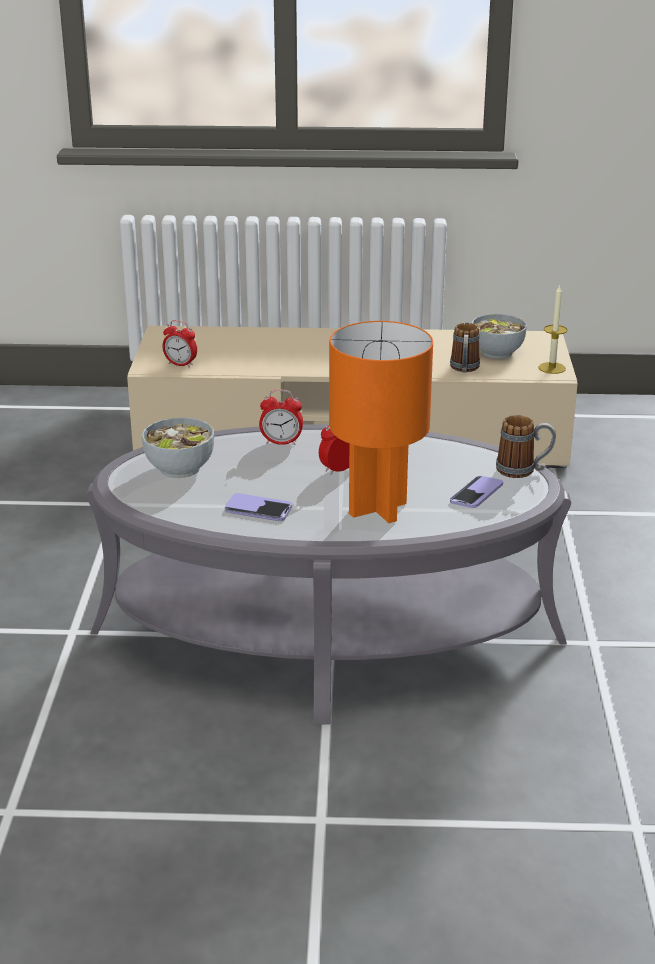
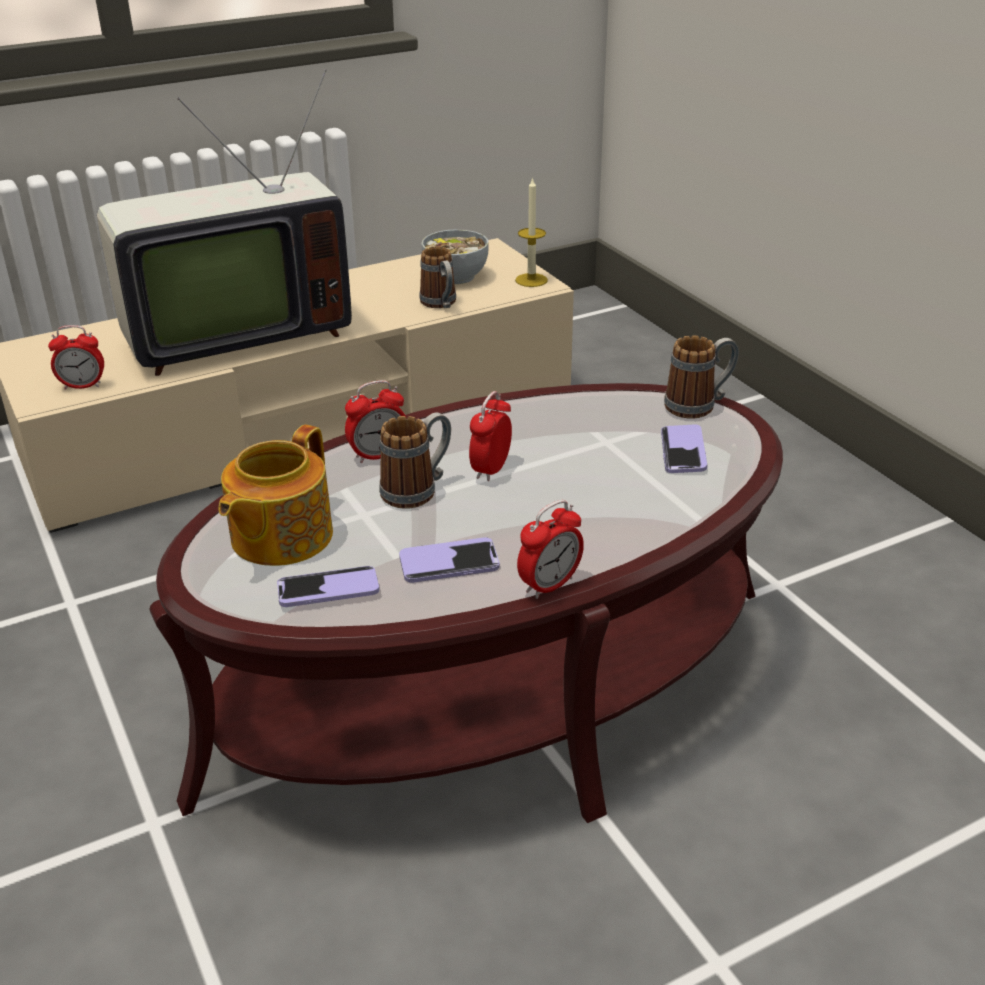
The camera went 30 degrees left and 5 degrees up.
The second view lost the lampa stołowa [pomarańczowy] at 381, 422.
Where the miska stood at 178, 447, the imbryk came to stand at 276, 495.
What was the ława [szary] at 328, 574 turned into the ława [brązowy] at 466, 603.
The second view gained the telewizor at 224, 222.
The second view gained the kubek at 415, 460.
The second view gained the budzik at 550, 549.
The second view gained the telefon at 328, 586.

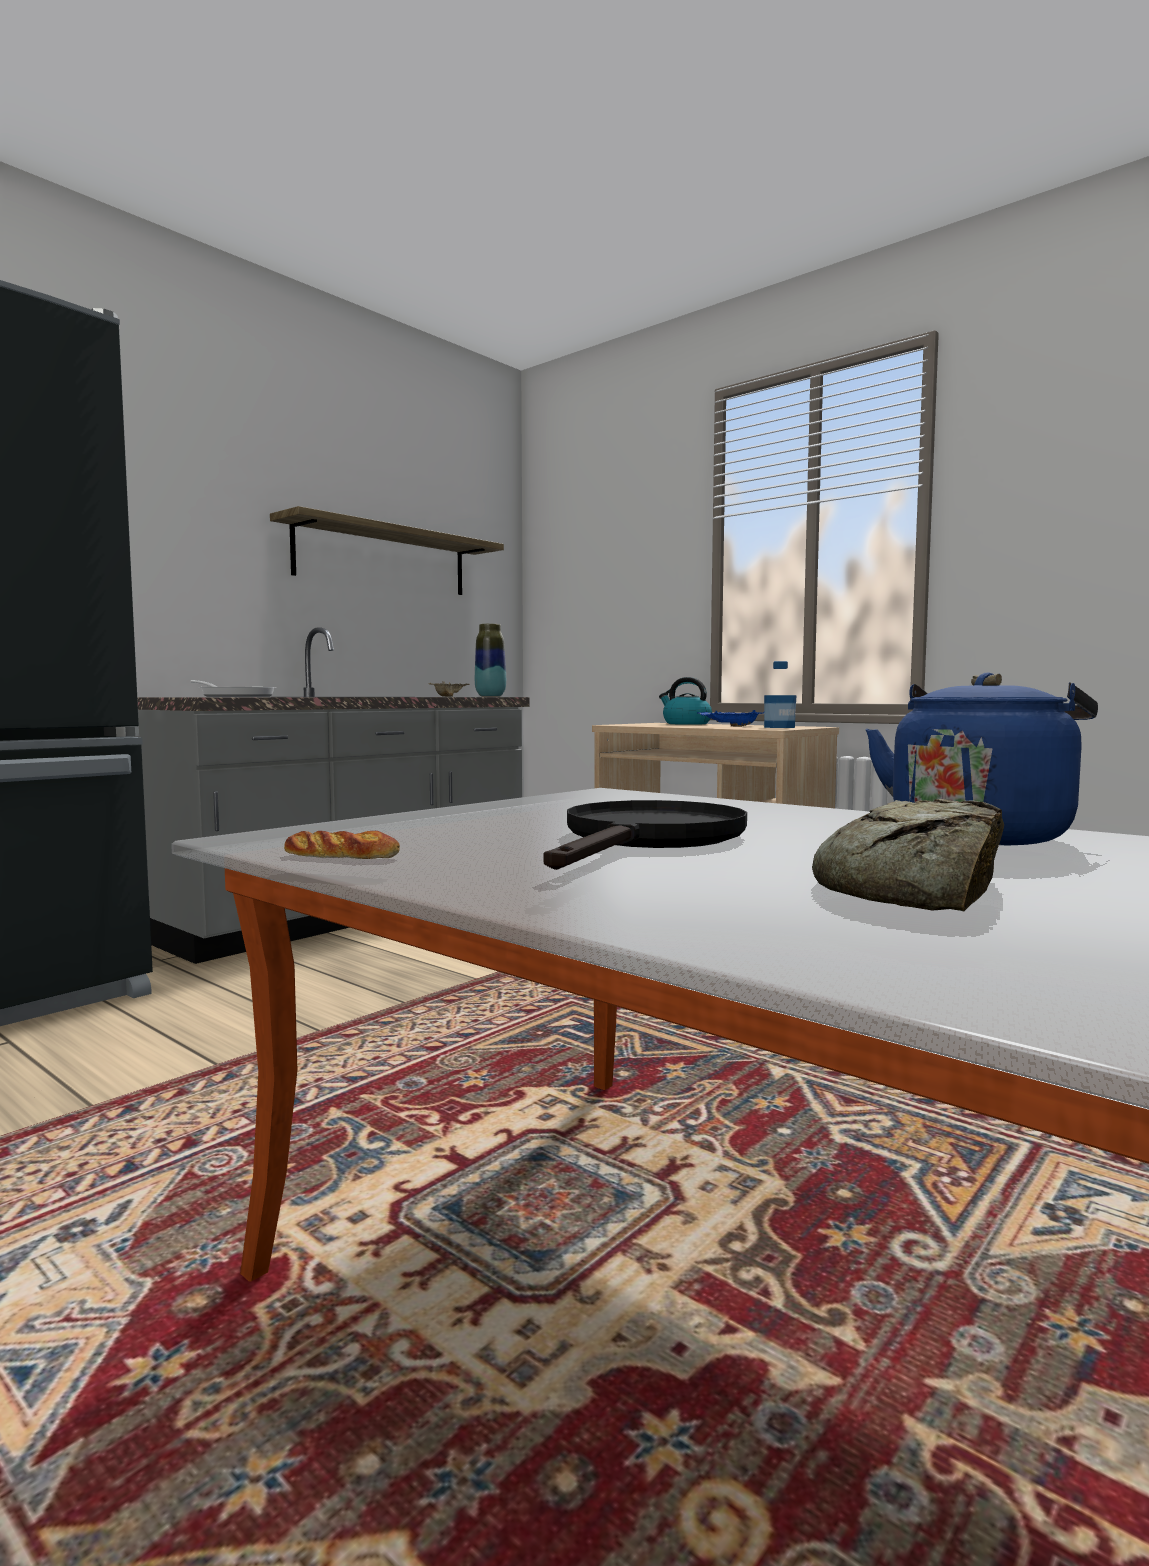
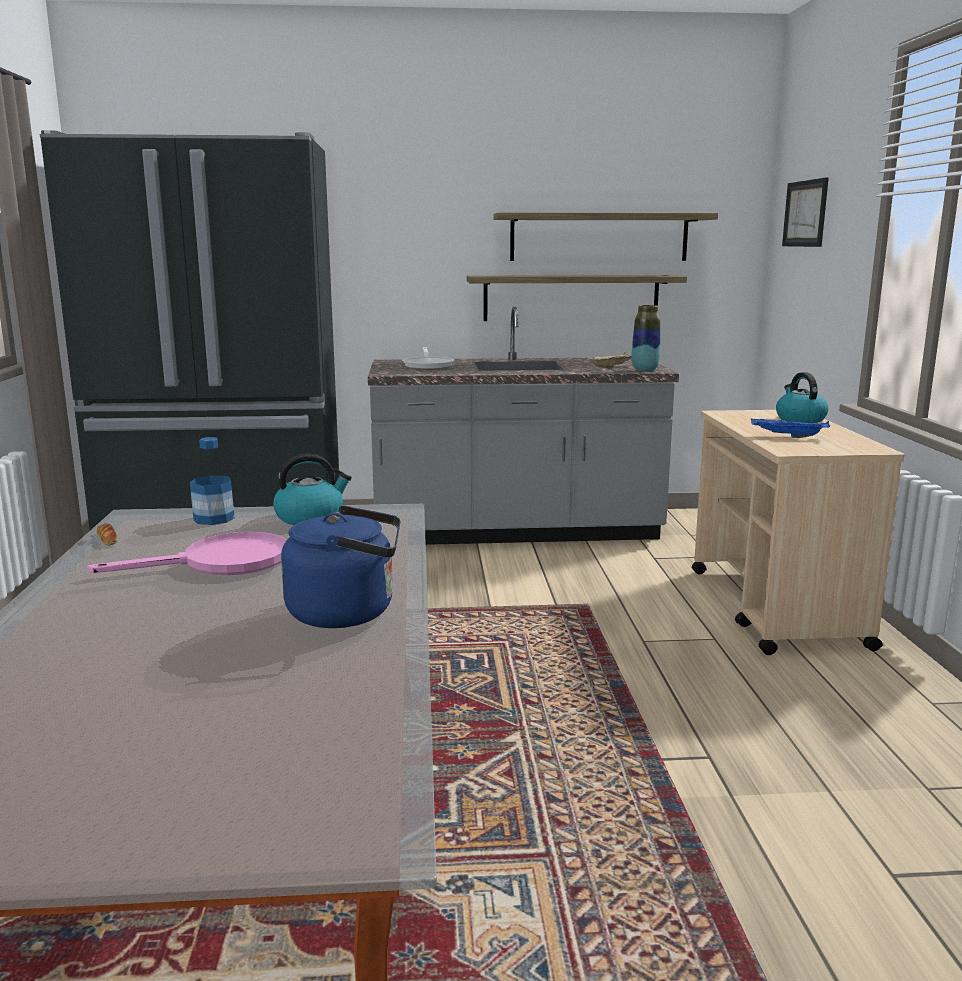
The camera went 45 degrees right and 10 degrees up.
The butelka ended up elsewhere, having gone from 780, 694 to 212, 481.
The second view lost the chleb at 908, 855.
What was the patelnia [czarny] at 645, 835 turned into the patelnia [różowy] at 187, 553.
The second view gained the obraz at 805, 212.
The second view gained the półka at 577, 298.
The second view gained the czajnik at 312, 489.

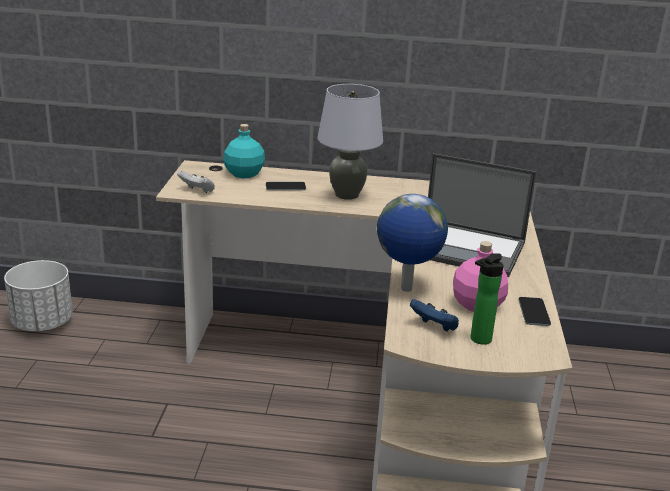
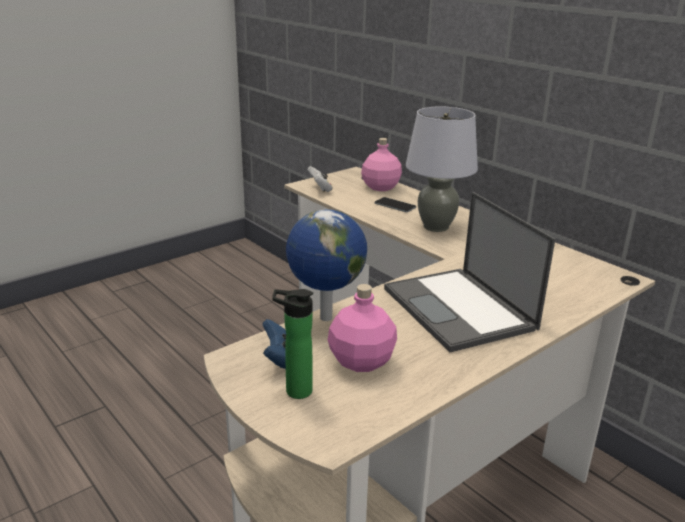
The camera went 45 degrees right and 0 degrees up.
What was the butelka [turkusowy] at 244, 151 turned into the butelka [różowy] at 381, 164.
The second view lost the donica [biały] at 38, 295.
The second view lost the telefon at 534, 311.

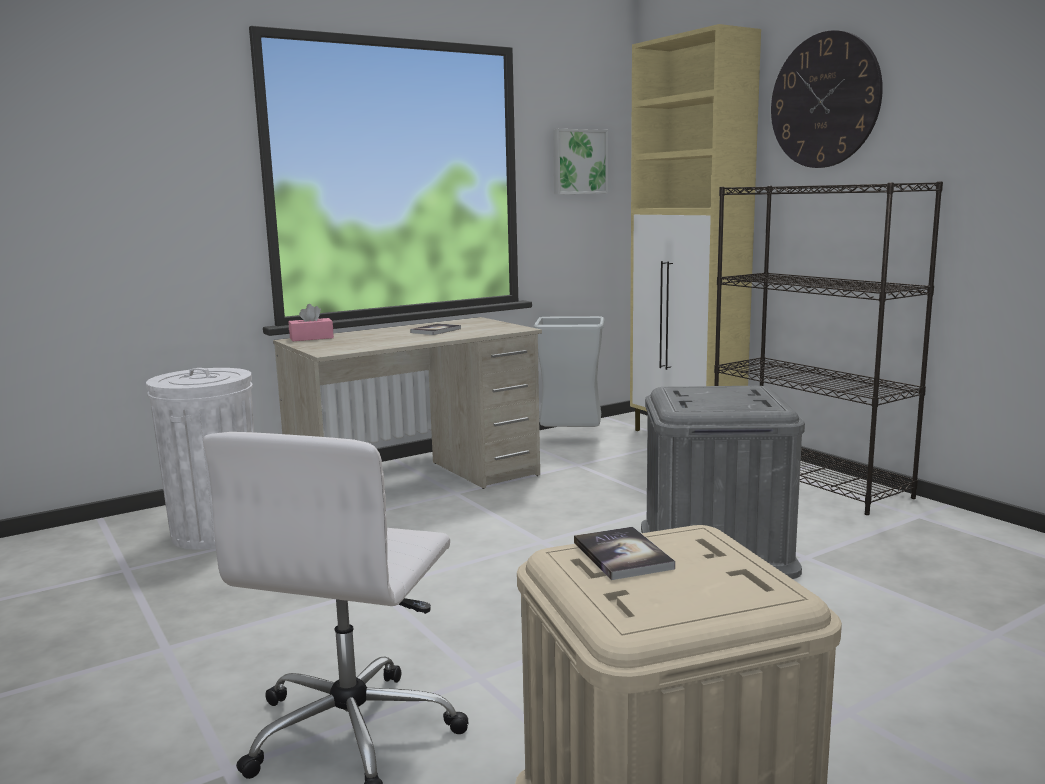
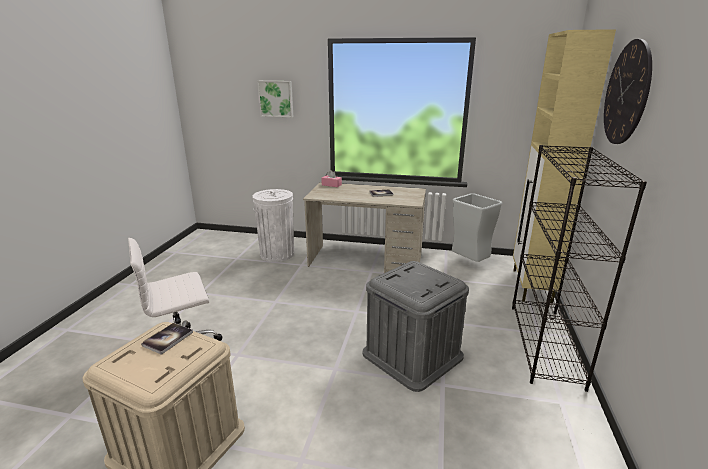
The camera went 45 degrees right and 10 degrees up.
The obraz ended up elsewhere, having gone from 580, 162 to 275, 99.

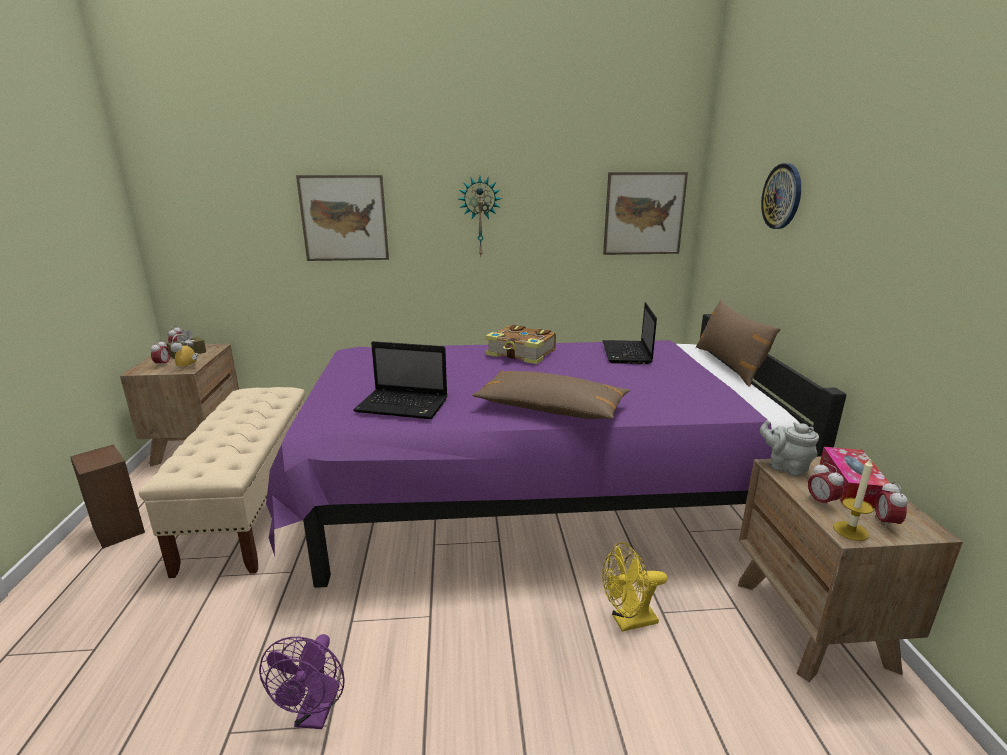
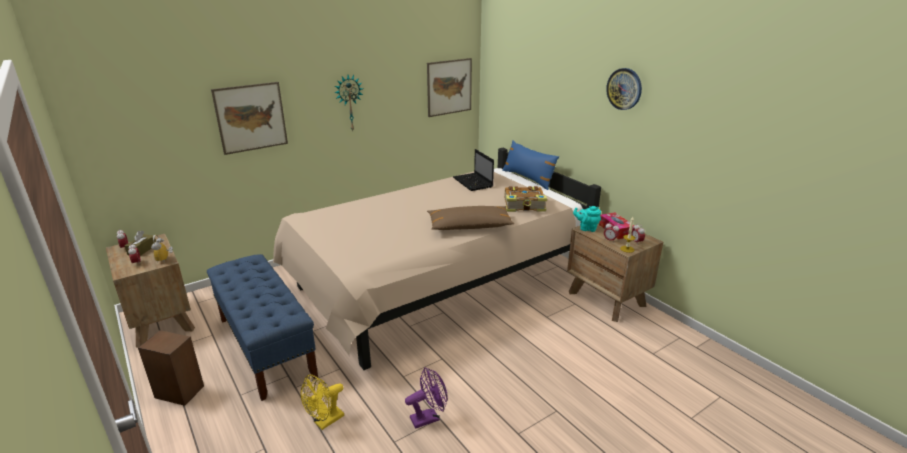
The camera went 30 degrees left and 5 degrees up.
The zegar ścienny ended up elsewhere, having gone from 781, 196 to 624, 89.
What was the poduszka [brązowy] at 738, 343 turned into the poduszka [niebieski] at 530, 165.
What was the łóżko [fioletowy] at 556, 451 turned into the łóżko [beżowy] at 437, 259.
The książka ended up elsewhere, having gone from 520, 344 to 526, 199.
The second view lost the laptop at 400, 380.
What was the ławka [beżowy] at 222, 482 turned into the ławka [niebieski] at 262, 327.
What was the imbryk [szary] at 789, 448 turned into the imbryk [turkusowy] at 587, 219.
The wentylator [żółty] ended up elsewhere, having gone from 634, 587 to 322, 402.
The wentylator [fioletowy] at 302, 681 ended up facing another way, 90 degrees counterclockwise from before.

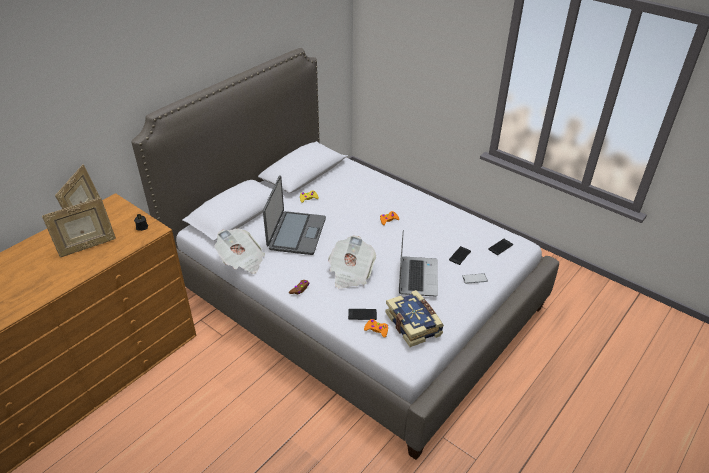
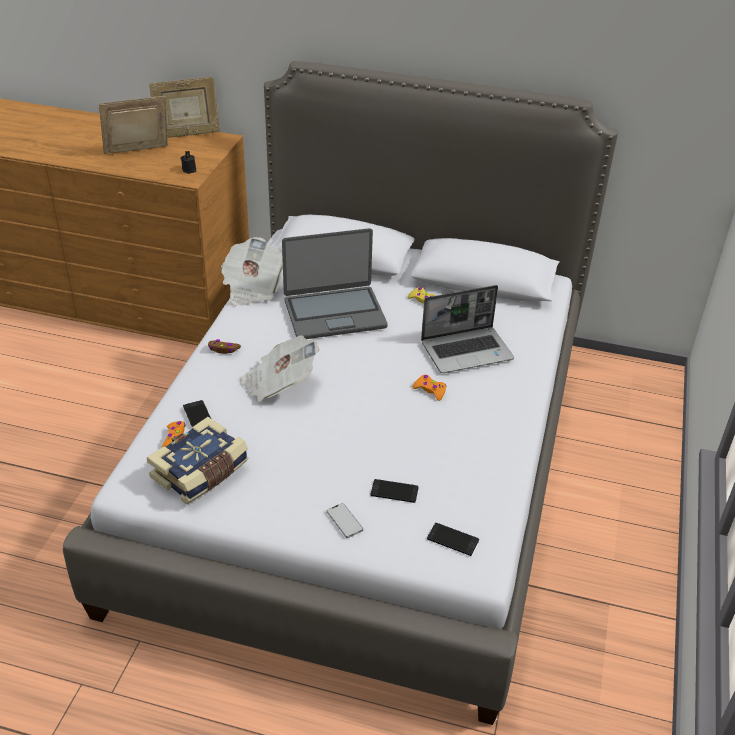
The camera went 65 degrees right and 0 degrees up.
The ramka na zdjęcie at 79, 227 ended up facing another way, 120 degrees clockwise from before.
The laptop ended up elsewhere, having gone from 418, 263 to 467, 329.

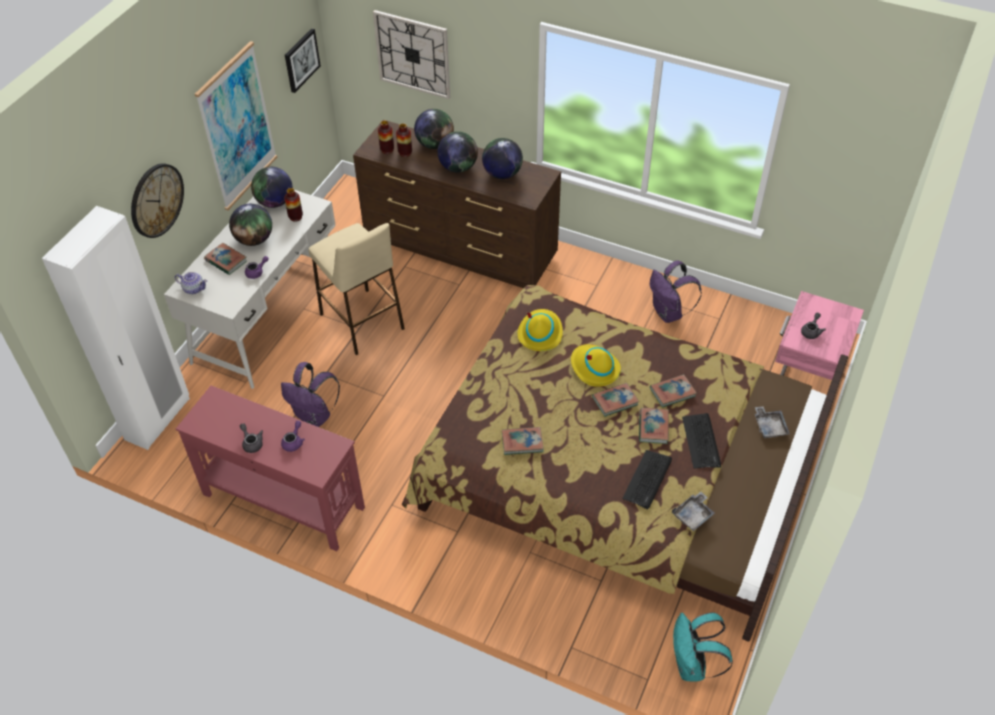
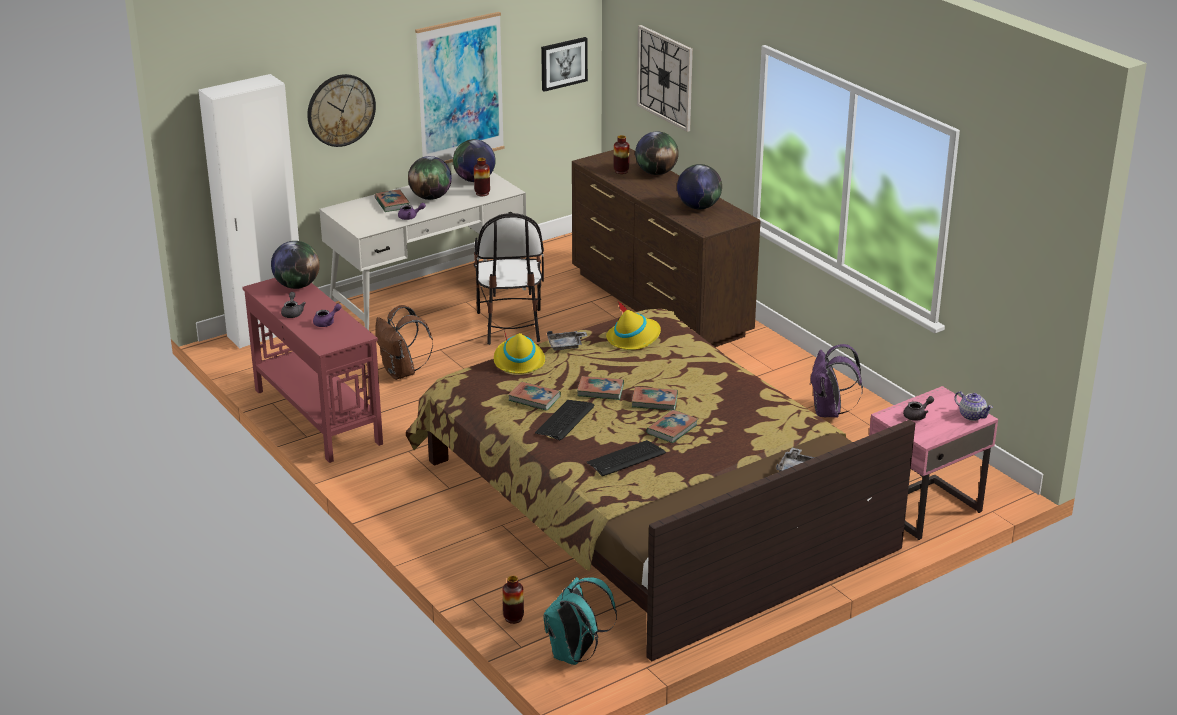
The camera went 30 degrees right and 20 degrees down.
The wazon ended up elsewhere, having gone from 386, 137 to 513, 600.
The globus ended up elsewhere, having gone from 457, 152 to 295, 265.
Where the stołek [beżowy] stood at 356, 289, the krzesło came to stand at 509, 279.
The imbryk ended up elsewhere, having gone from 191, 283 to 973, 406.
The kapelusz [żółty] ended up elsewhere, having gone from 596, 365 to 519, 352.
What was the plecak [fioletowy] at 310, 394 turned into the plecak [brązowy] at 404, 342.
The książka ended up elsewhere, having gone from 673, 391 to 600, 388.
The klawiatura ended up elsewhere, having gone from 701, 440 to 565, 420.
The taca [szary] ended up elsewhere, having gone from 693, 511 to 567, 341.

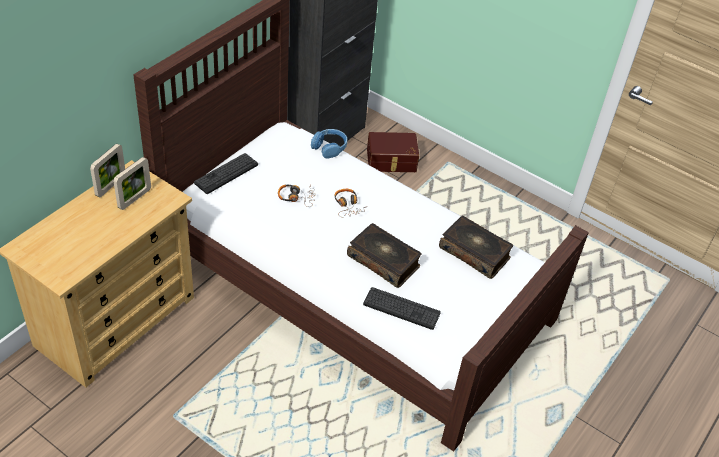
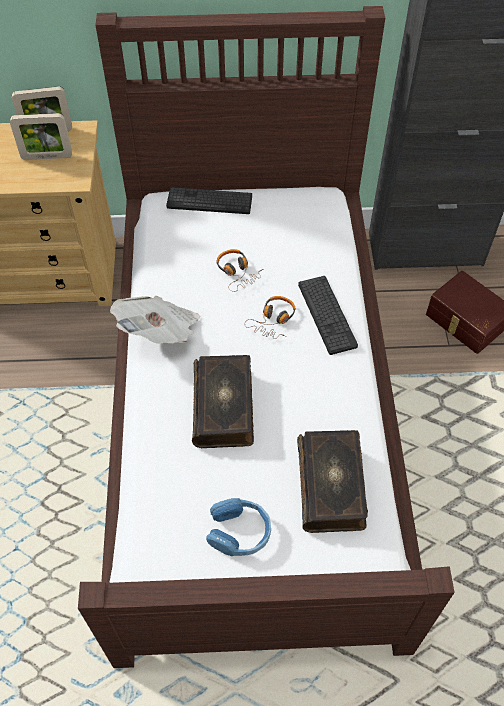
The camera went 55 degrees right and 10 degrees up.
The słuchawki [niebieski] ended up elsewhere, having gone from 329, 144 to 238, 527.
The klawiatura ended up elsewhere, having gone from 402, 308 to 328, 315.
The second view gained the gazeta at 155, 320.

